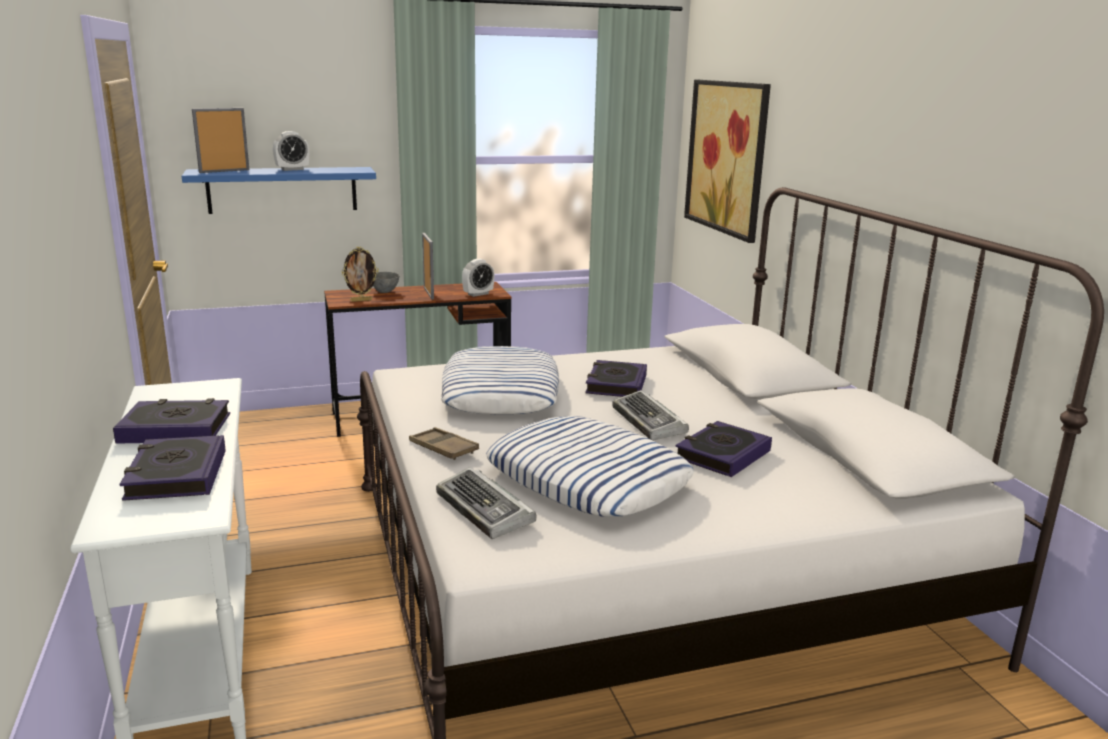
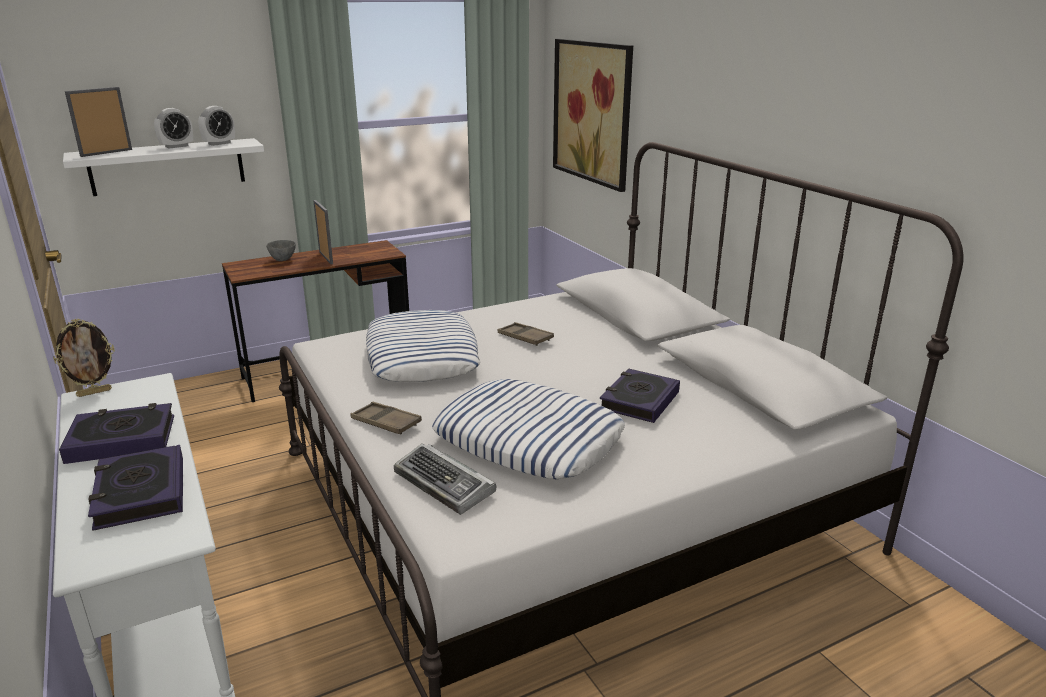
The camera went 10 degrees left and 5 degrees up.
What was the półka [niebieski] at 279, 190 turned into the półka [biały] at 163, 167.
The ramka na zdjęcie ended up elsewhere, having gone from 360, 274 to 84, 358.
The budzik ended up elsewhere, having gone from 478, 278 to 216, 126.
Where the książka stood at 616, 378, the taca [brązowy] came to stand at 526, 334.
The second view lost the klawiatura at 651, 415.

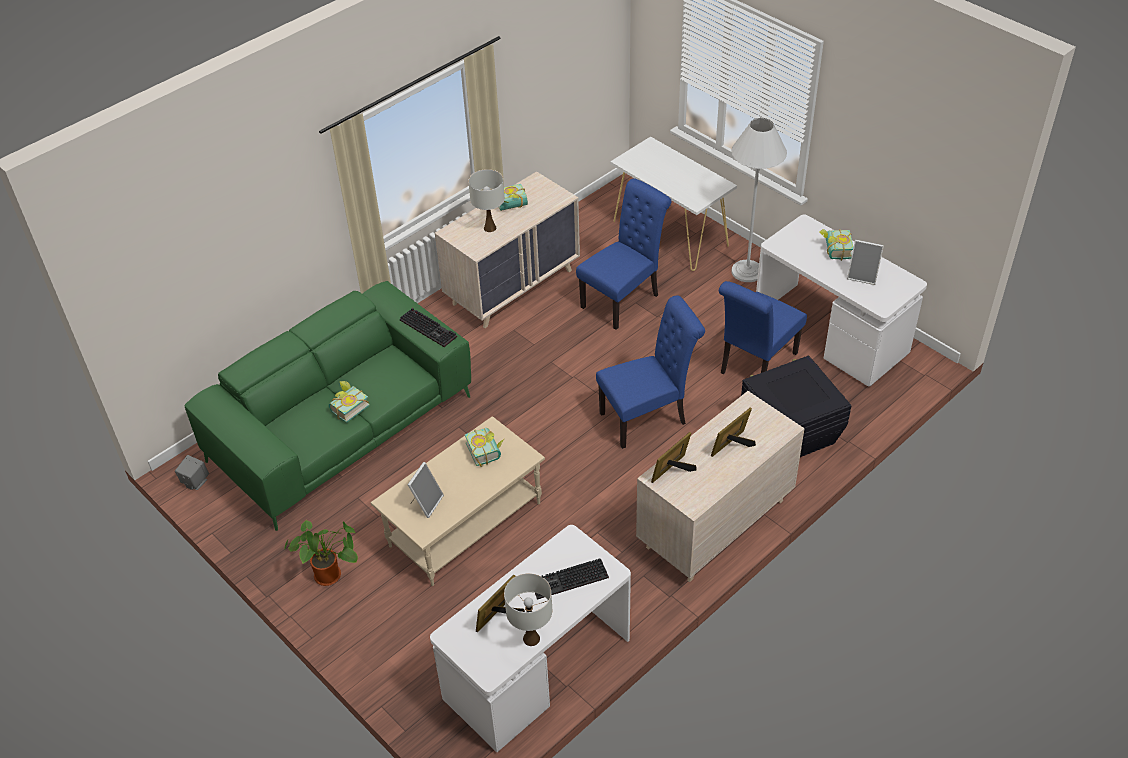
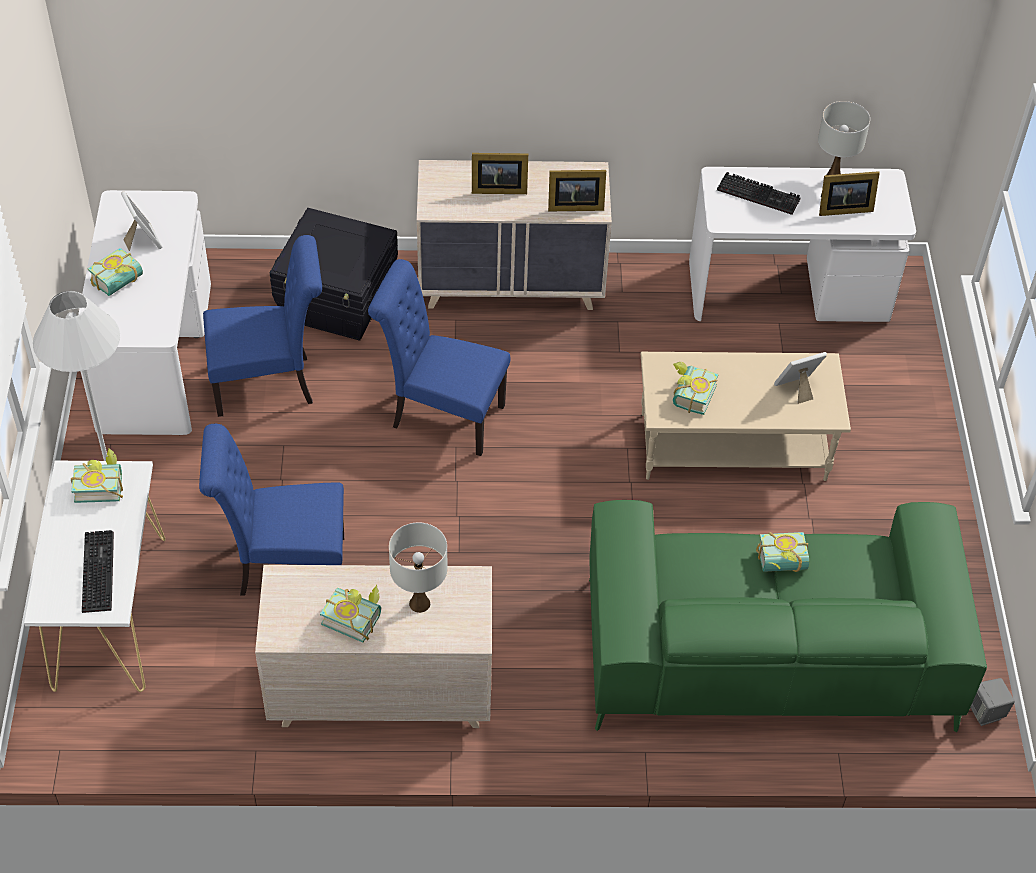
The camera went 140 degrees left and 5 degrees up.
The klawiatura ended up elsewhere, having gone from 428, 327 to 98, 571.
The second view lost the roślina doniczkowa at 321, 553.
The second view gained the książka at 97, 475.

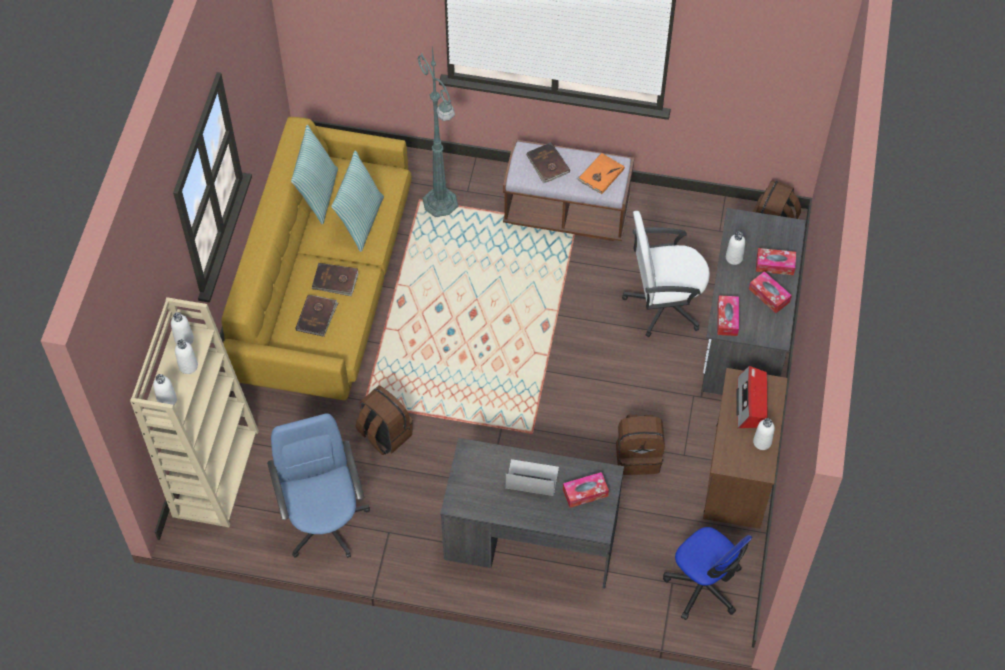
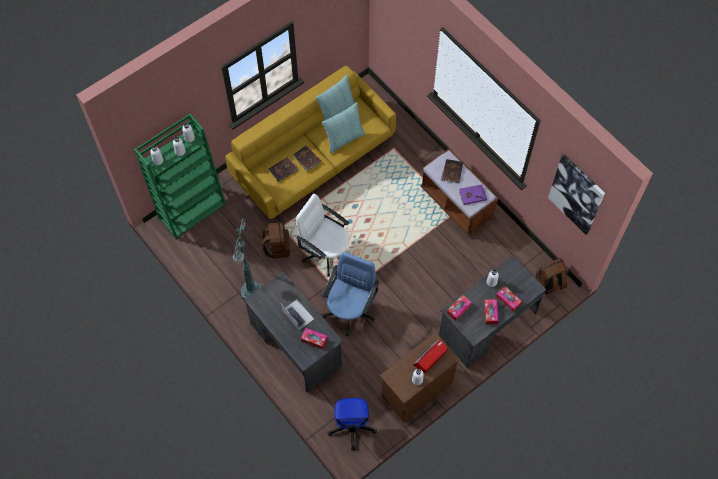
The camera went 40 degrees right and 5 degrees up.
The lampa stojąca [zielony] ended up elsewhere, having gone from 437, 131 to 247, 258.
What was the książka [pomarańczowy] at 601, 173 turned into the książka [fioletowy] at 473, 194.
The krzesło biurowe [biały] ended up elsewhere, having gone from 666, 274 to 322, 235.
What was the regał [beżowy] at 194, 412 turned into the regał [zielony] at 180, 176.
The krzesło biurowe [niebieski] ended up elsewhere, having gone from 318, 485 to 350, 294.
The second view lost the plecak [brązowy] at 640, 445.
The second view gained the obraz at 576, 194.

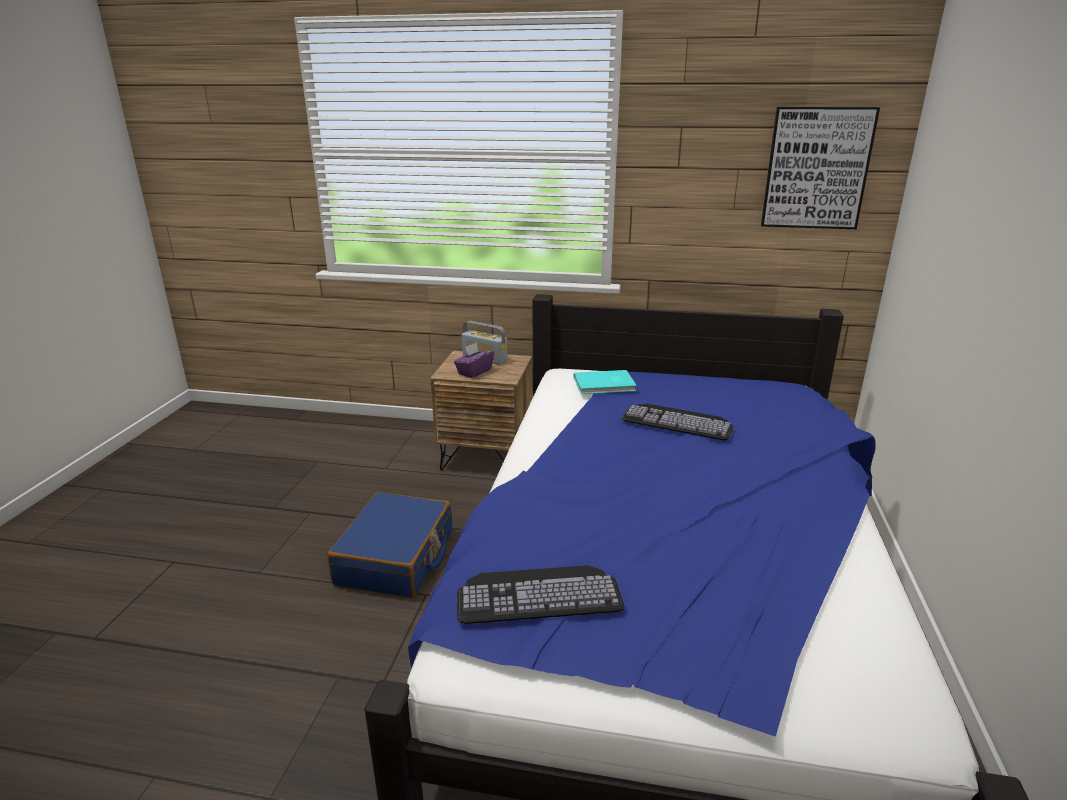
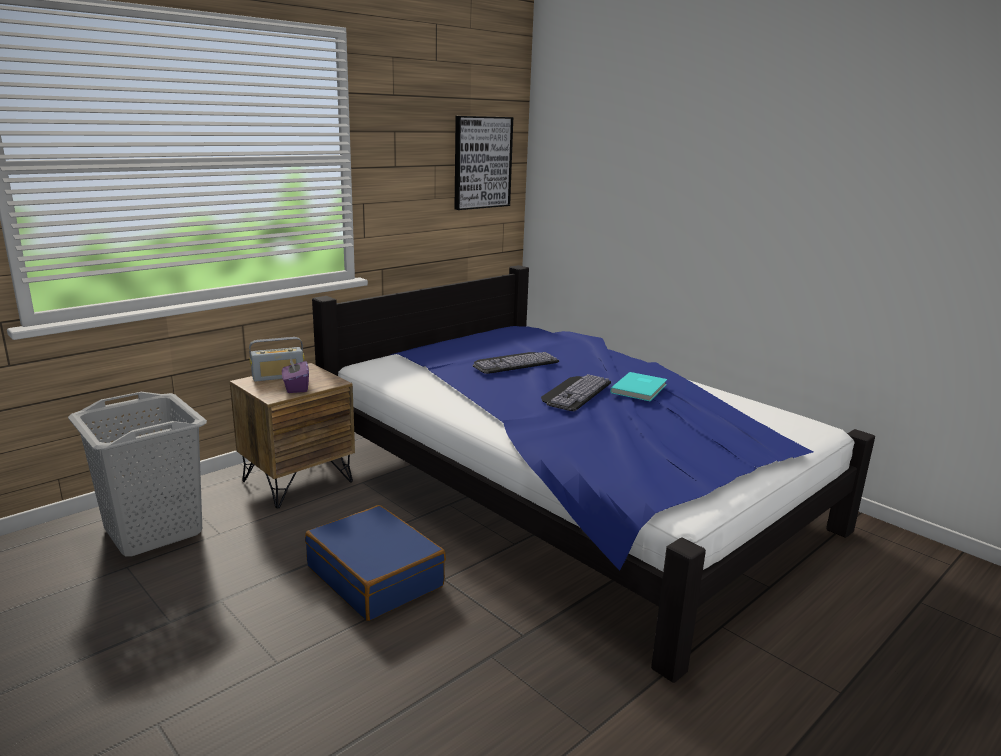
The camera went 55 degrees left and 5 degrees down.
The książka [turkusowy] ended up elsewhere, having gone from 605, 382 to 639, 386.
The klawiatura ended up elsewhere, having gone from 540, 594 to 576, 392.
The second view gained the kosz na pranie [szary] at 137, 474.

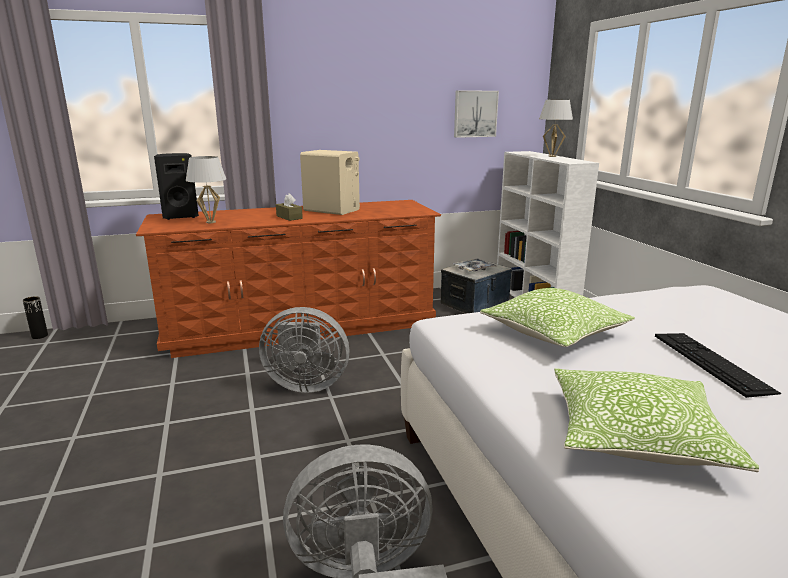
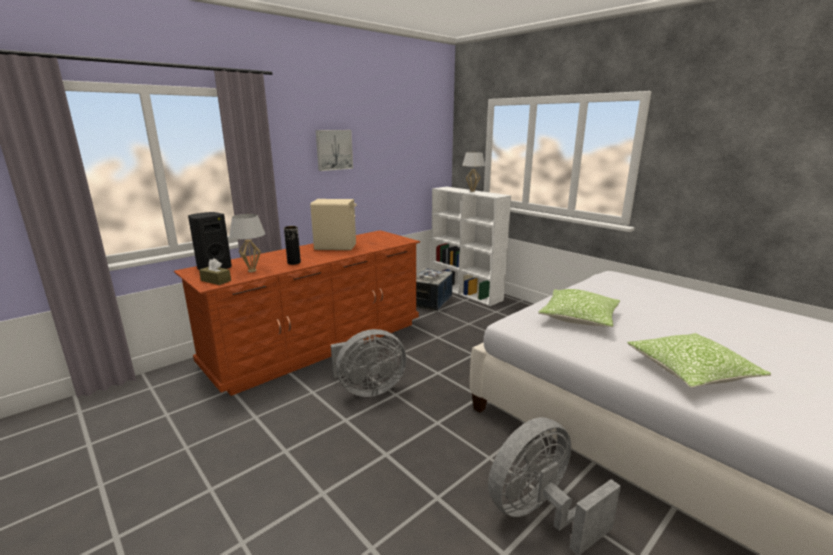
The camera went 25 degrees left and 0 degrees up.
The obraz ended up elsewhere, having gone from 476, 114 to 334, 150.
The pudełko chusteczek [brązowy] ended up elsewhere, having gone from 289, 207 to 215, 271.
The wazon [czarny] ended up elsewhere, having gone from 35, 317 to 292, 245.
The second view lost the klawiatura at 718, 365.

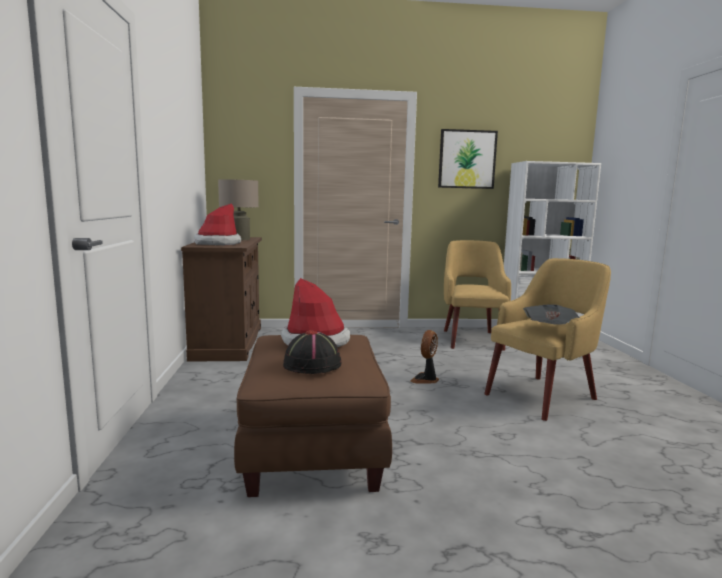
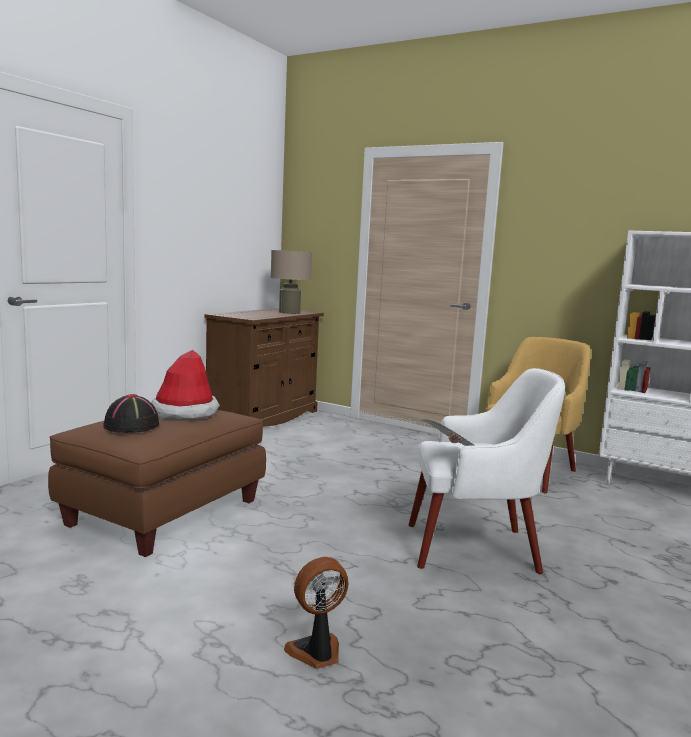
The camera went 35 degrees right and 0 degrees up.
The second view lost the obraz at 468, 159.
The second view lost the kapelusz at 217, 224.
What was the fotel [żółty] at 547, 339 turned into the fotel [biały] at 486, 471.
The wentylator ended up elsewhere, having gone from 425, 357 to 316, 613.

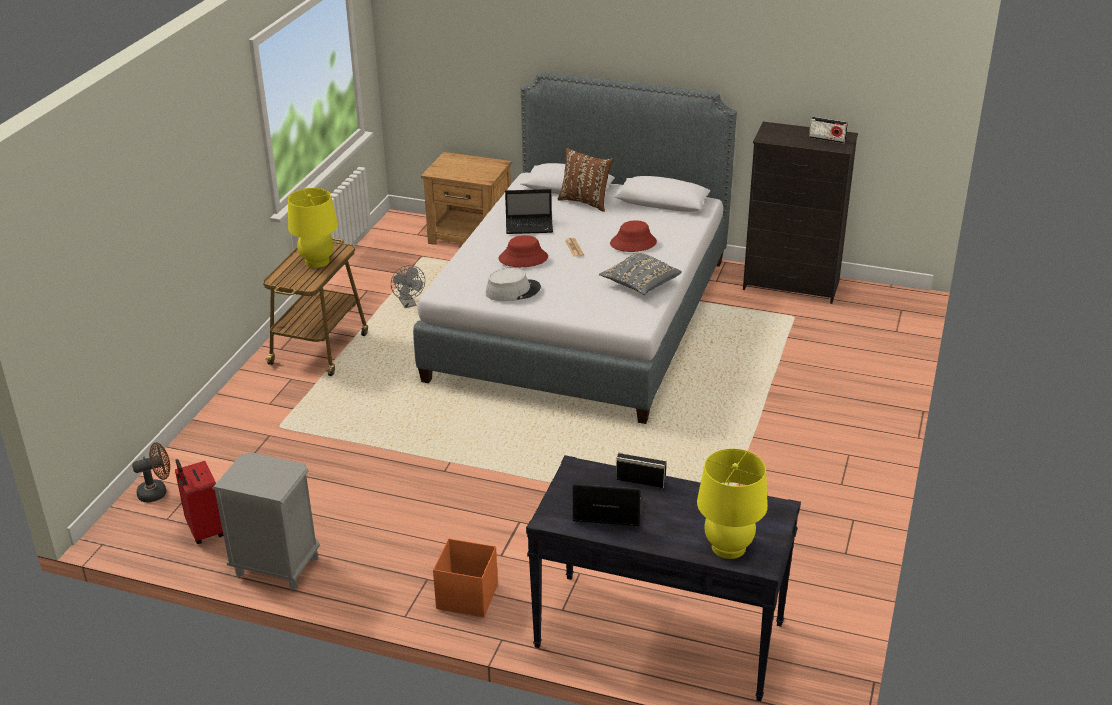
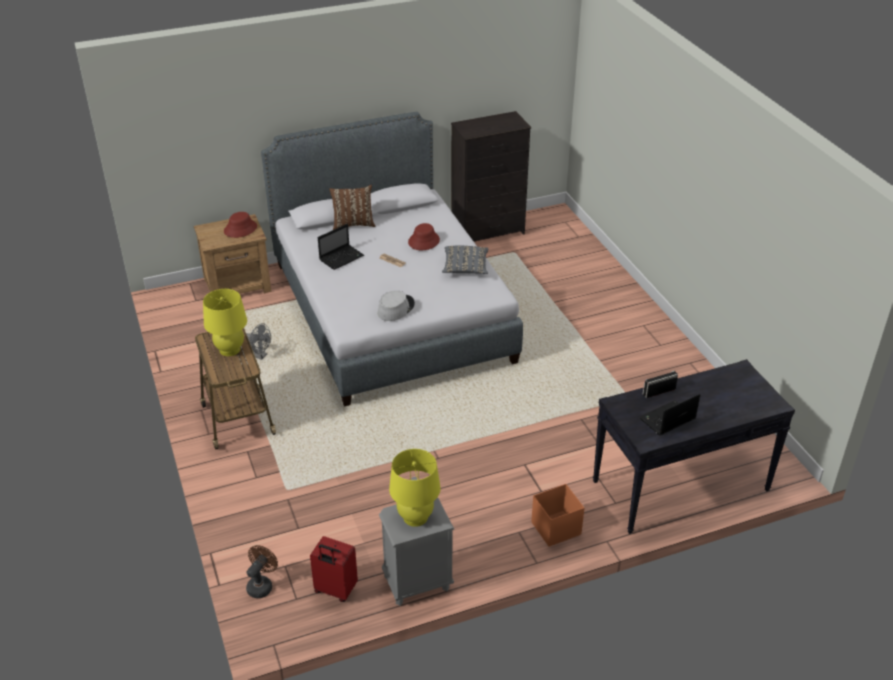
The camera went 40 degrees left and 5 degrees up.
The second view lost the radio at 828, 130.
The kapelusz [czerwony] ended up elsewhere, having gone from 523, 251 to 240, 225.
The lampa stołowa [żółty] ended up elsewhere, having gone from 732, 504 to 415, 488.

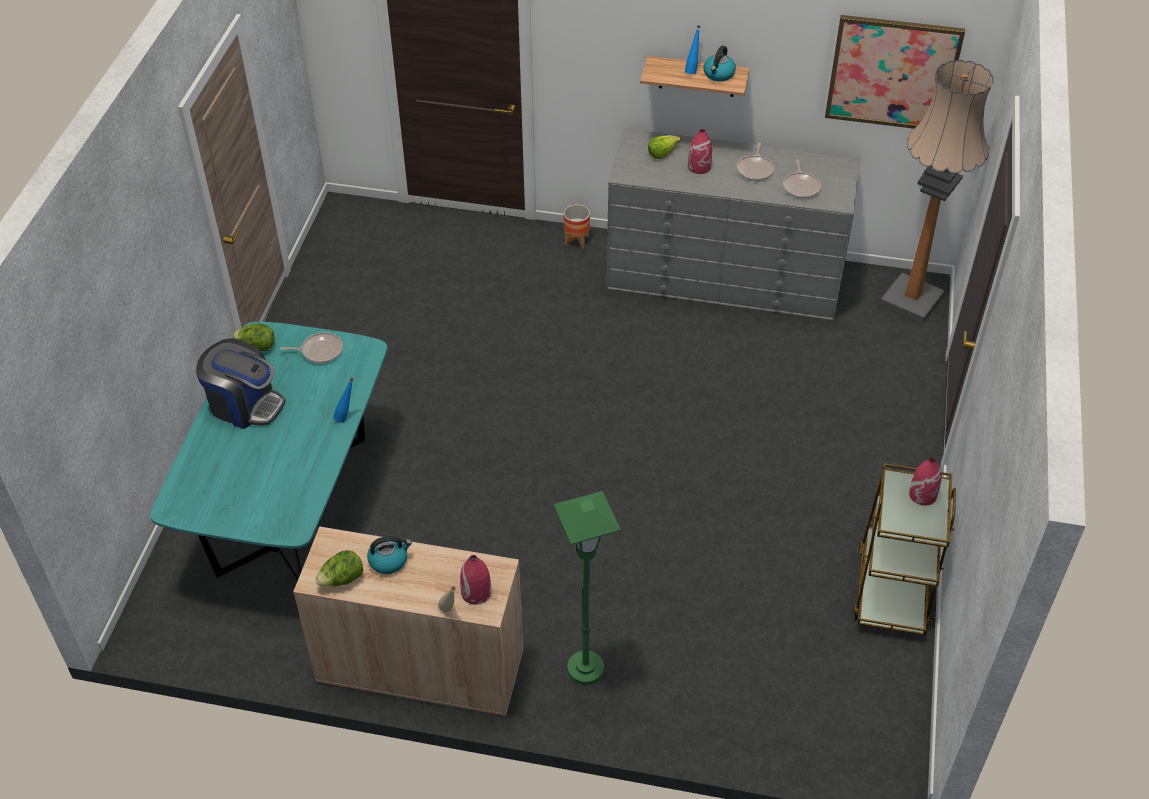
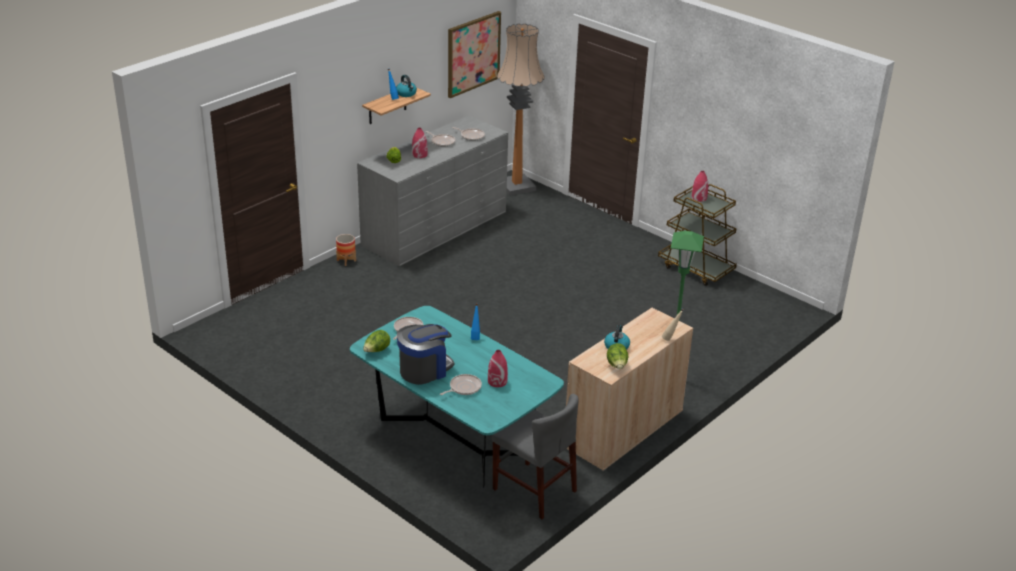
The camera went 60 degrees left and 15 degrees down.
The wazon [czerwony] ended up elsewhere, having gone from 475, 580 to 498, 368.
The second view gained the patelnia at 461, 384.
The second view gained the krzesło [szary] at 535, 456.

